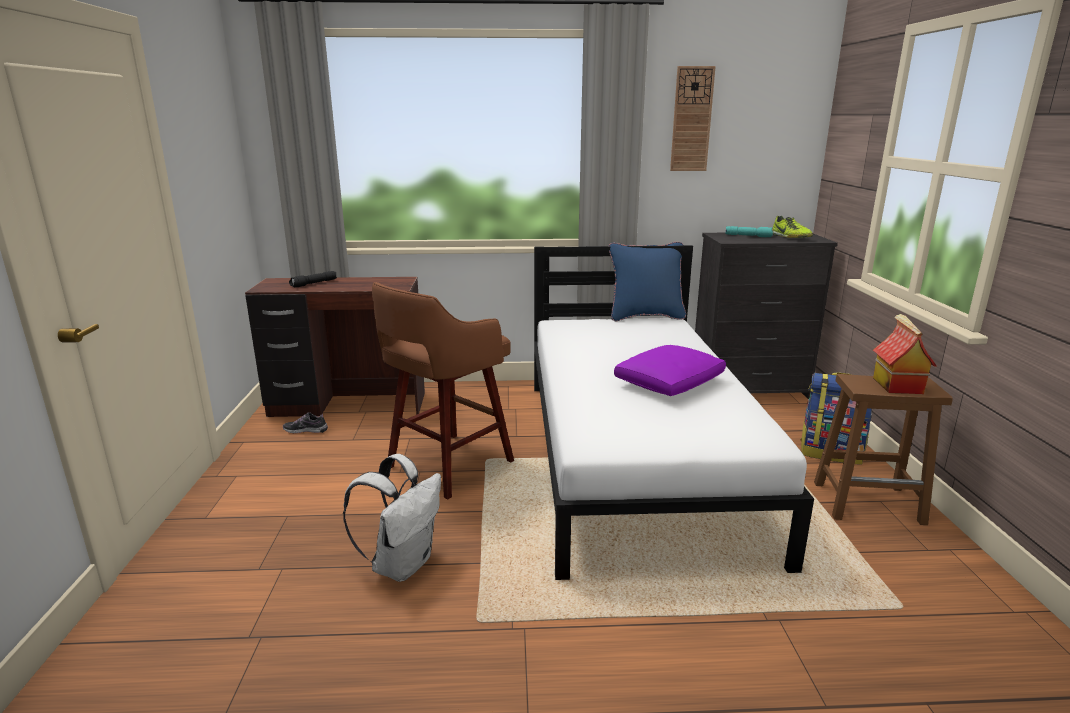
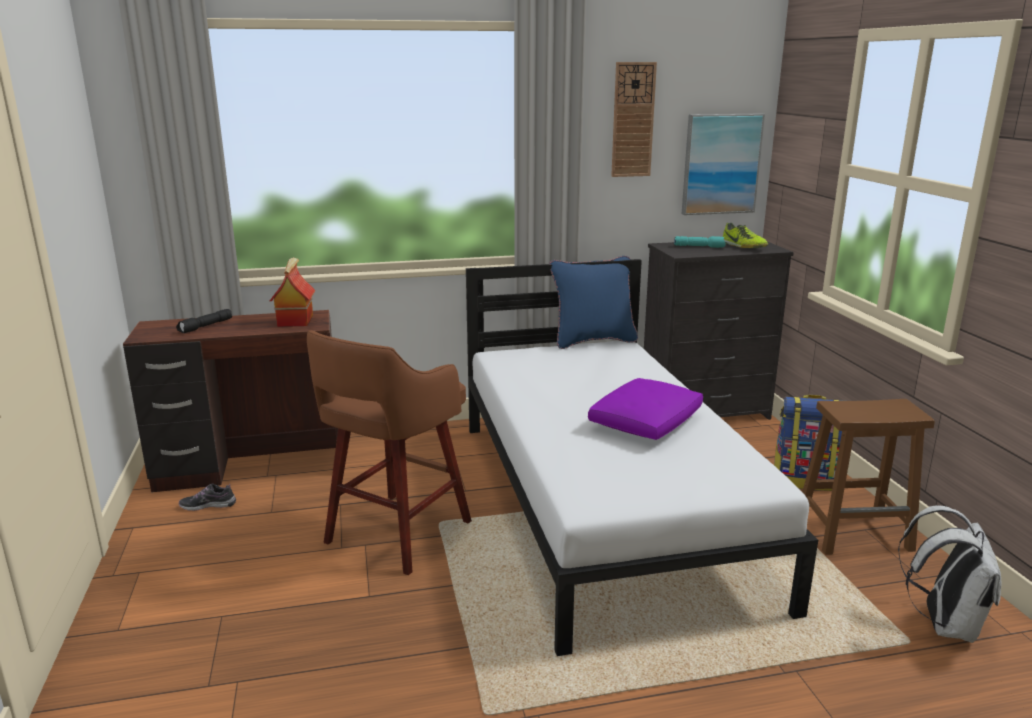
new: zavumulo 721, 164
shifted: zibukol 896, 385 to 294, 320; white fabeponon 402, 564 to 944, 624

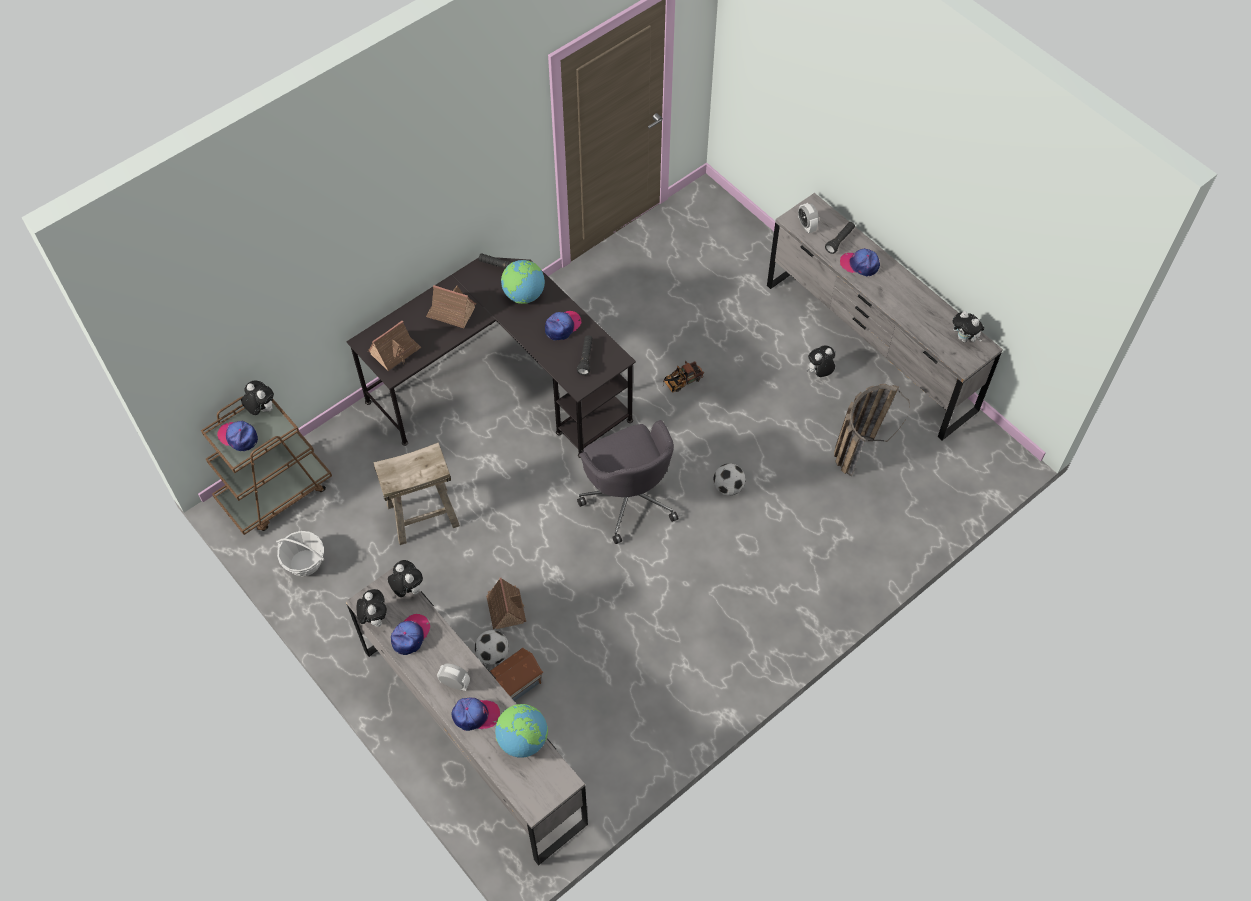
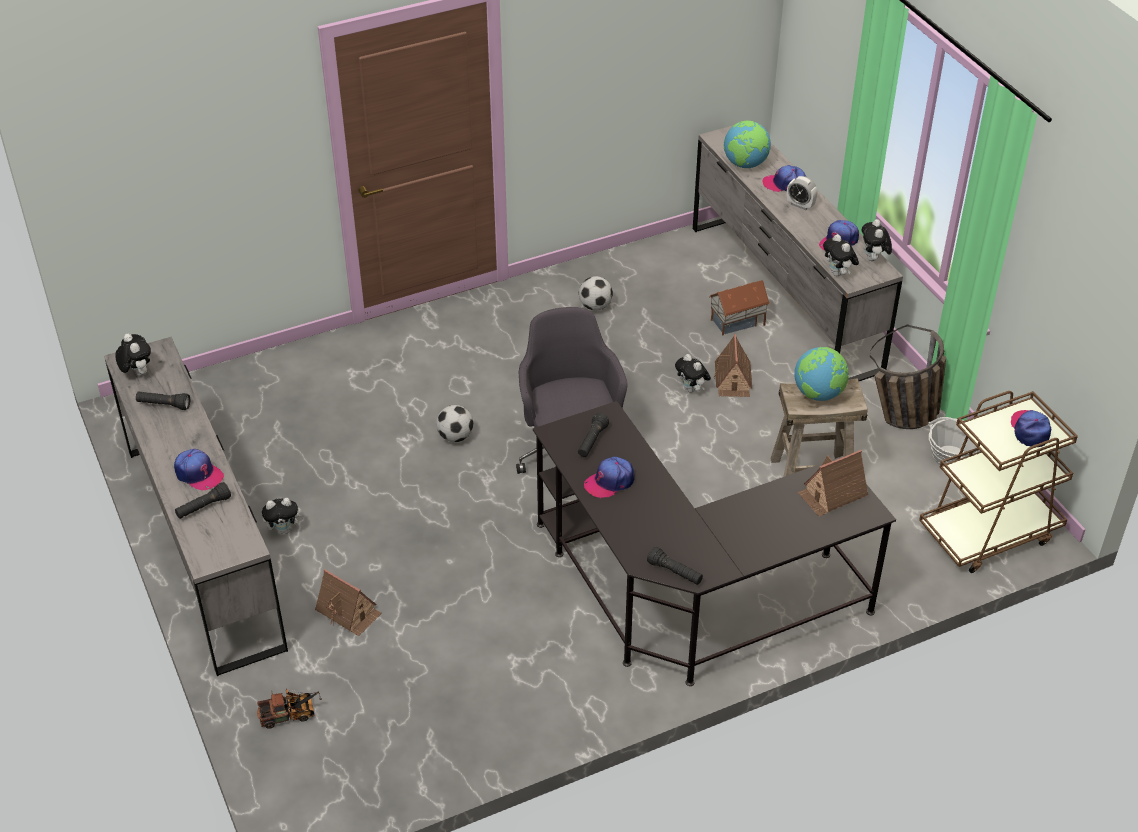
gone: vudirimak 806, 226
new: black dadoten 164, 405
shifted: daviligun 523, 295 to 819, 394; zibukol 451, 312 to 349, 612; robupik 681, 382 to 291, 714; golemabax 261, 409 to 692, 389; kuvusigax 860, 446 to 904, 420; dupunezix 493, 654 to 595, 306
rotated: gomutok 238, 437 = 1030, 430 135 degrees counterclockwise

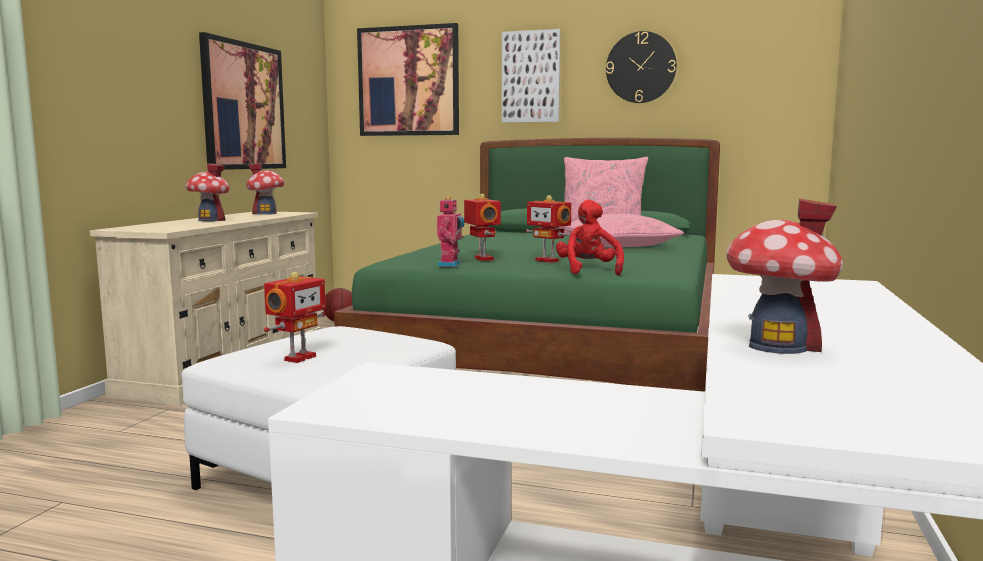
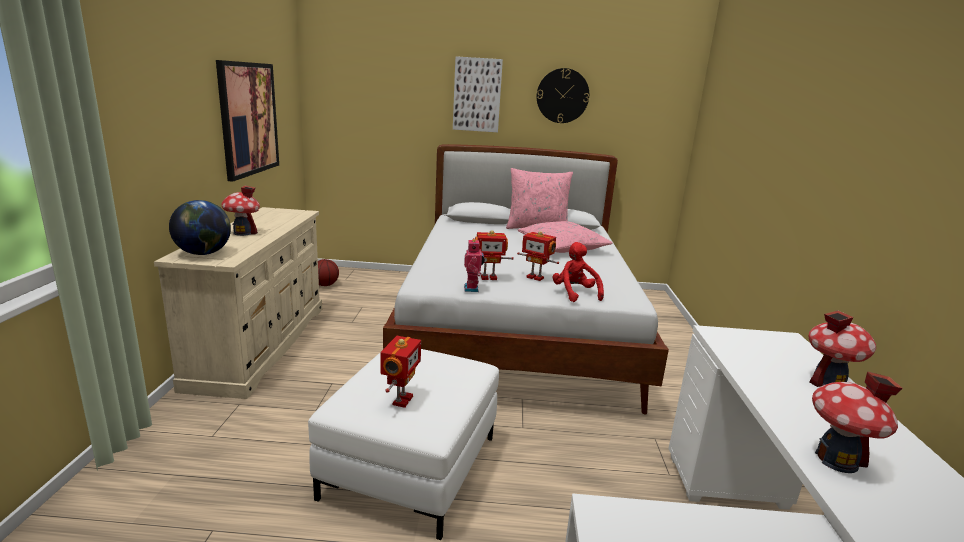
gone: zavumulo 408, 81
new: daviligun 204, 253
shifted: zibukol 266, 213 to 828, 382
repainted: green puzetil 562, 365 to white puzetil 517, 330
rotated: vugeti 482, 259 = 488, 277 120 degrees clockwise

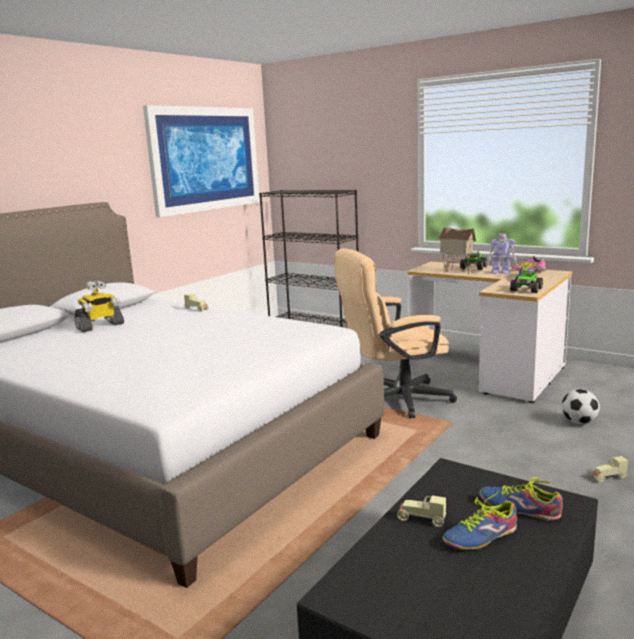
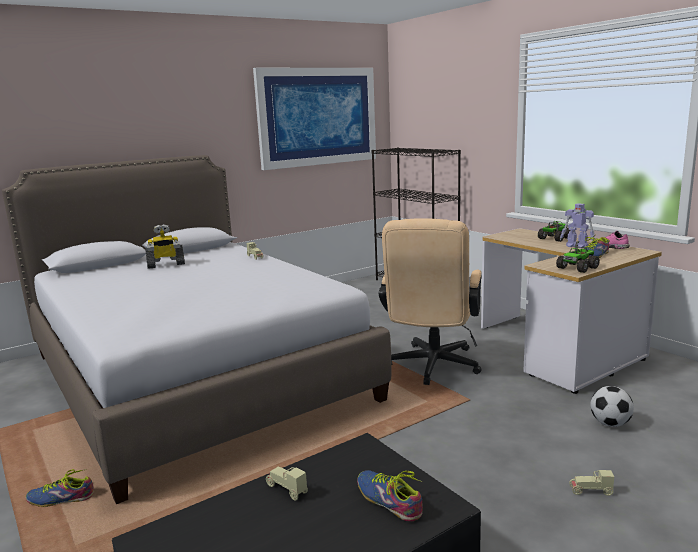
gone: zibukol 456, 272
shifted: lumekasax 481, 536 to 61, 499
rotated: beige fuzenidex 394, 400 = 432, 368 75 degrees counterclockwise

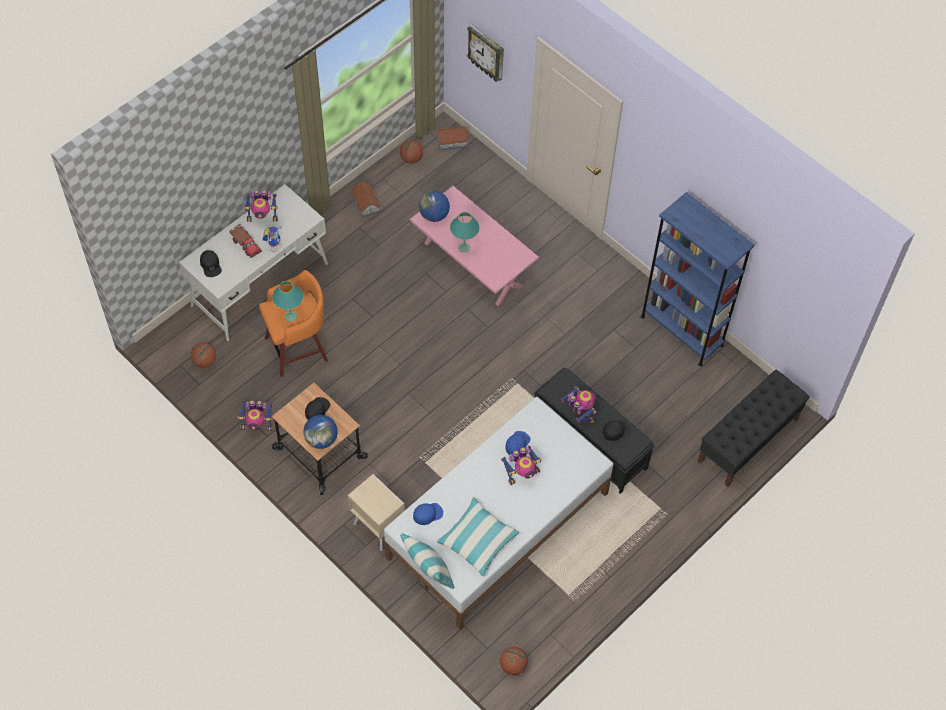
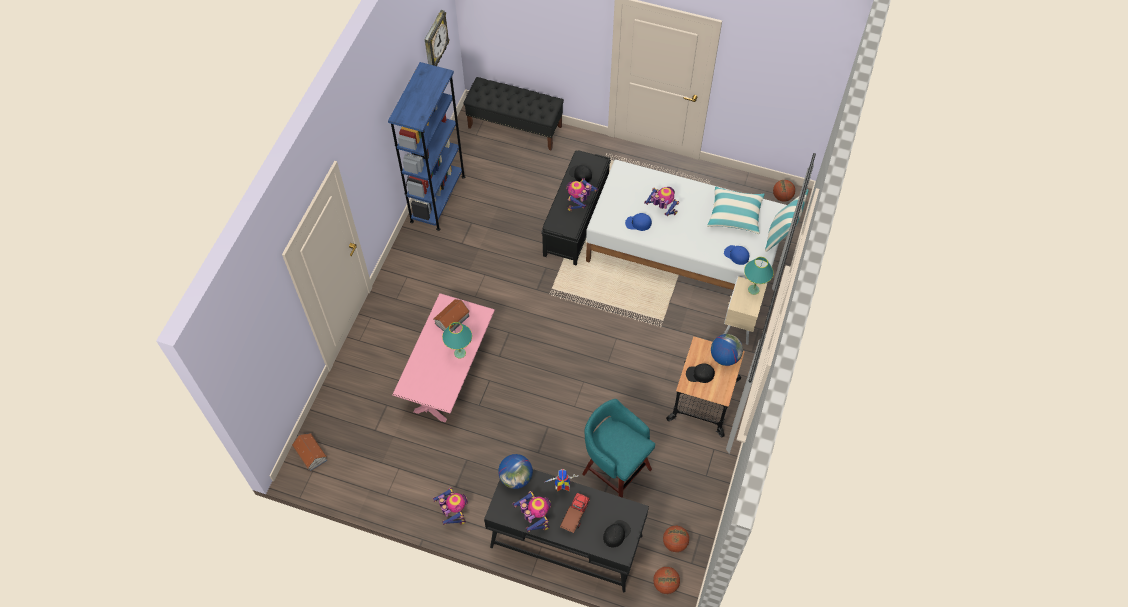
shifted: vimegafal 487, 53 to 434, 41; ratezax 411, 159 to 665, 584; zibukol 366, 203 to 451, 320; daviligun 434, 215 to 516, 477; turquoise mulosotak 290, 316 to 753, 289; vugeti 257, 425 to 453, 512
repainted: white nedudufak 260, 284 to black nedudufak 566, 541; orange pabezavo 298, 348 to turquoise pabezavo 615, 470

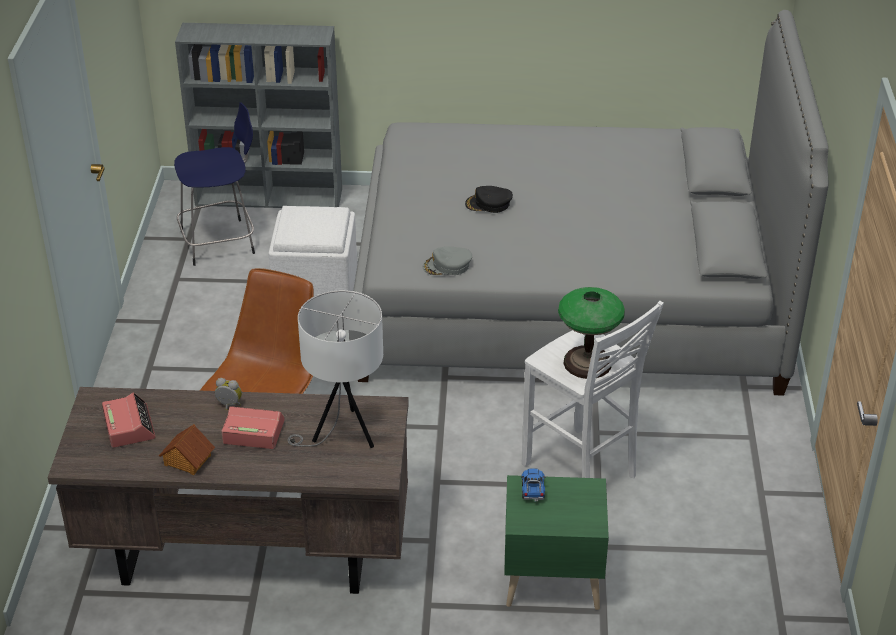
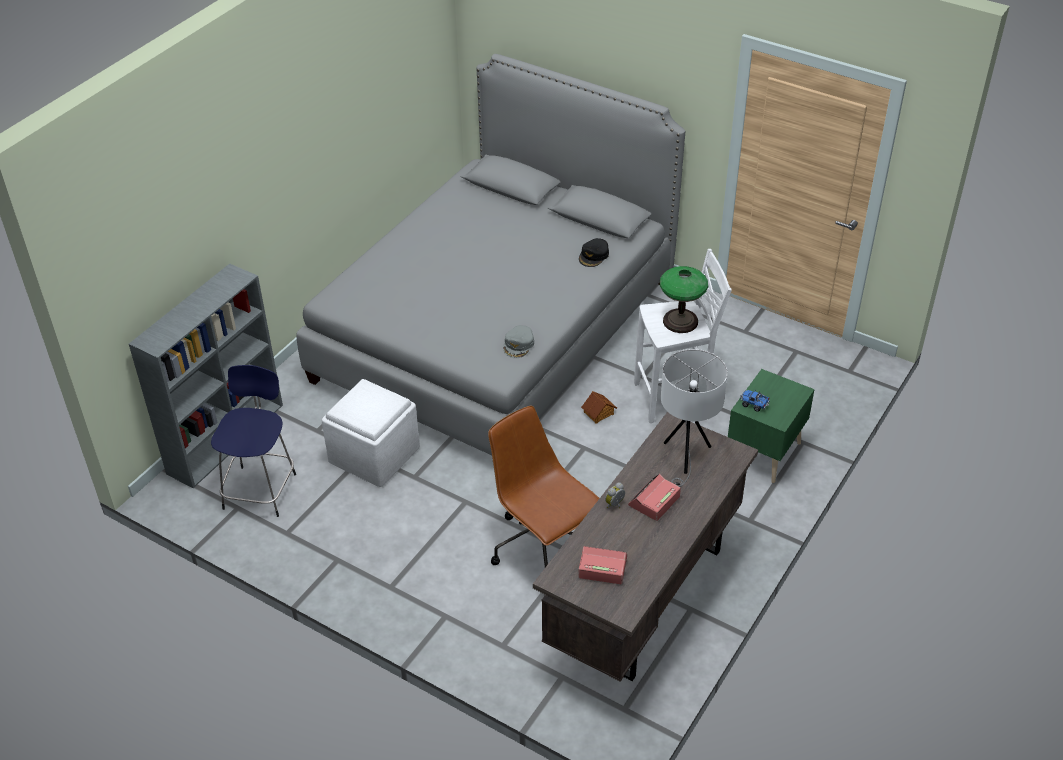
shifted: black gomutok 488, 204 to 594, 256; zibukol 187, 460 to 599, 413

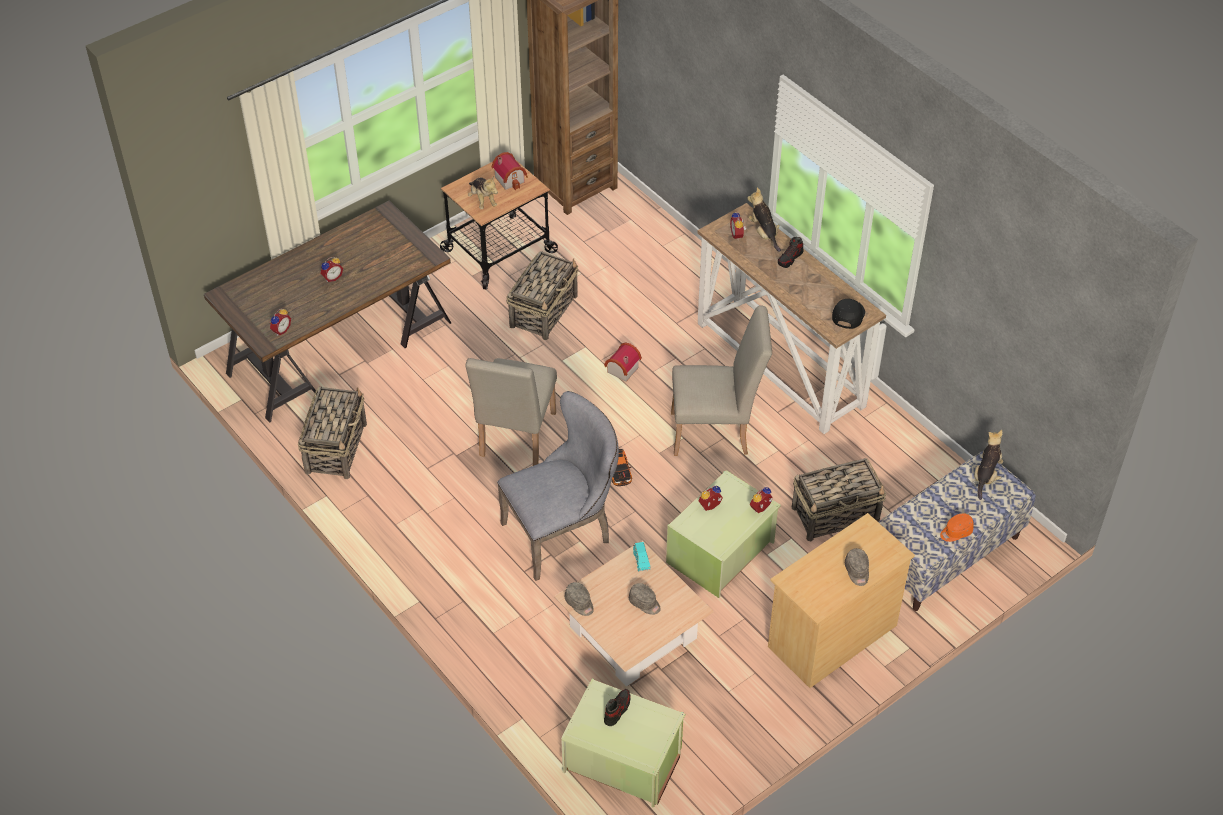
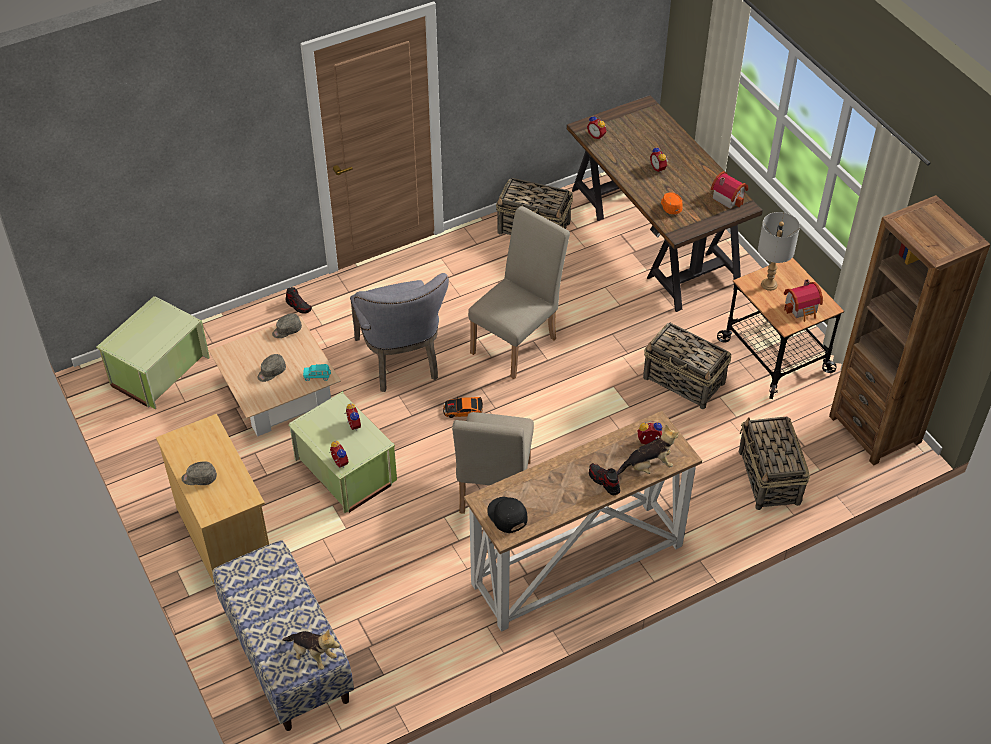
shifted: zibukol 620, 369 to 728, 197; kuvusigax 836, 514 to 769, 478; orange gomutok 955, 532 to 670, 206; lumekasax 617, 710 to 298, 306
swapped: golemabax 482, 200 to grey mulosotak 769, 284
rotated: black gomutok 847, 314 = 506, 515 150 degrees counterclockwise; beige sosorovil 515, 439 = 518, 342 105 degrees clockwise

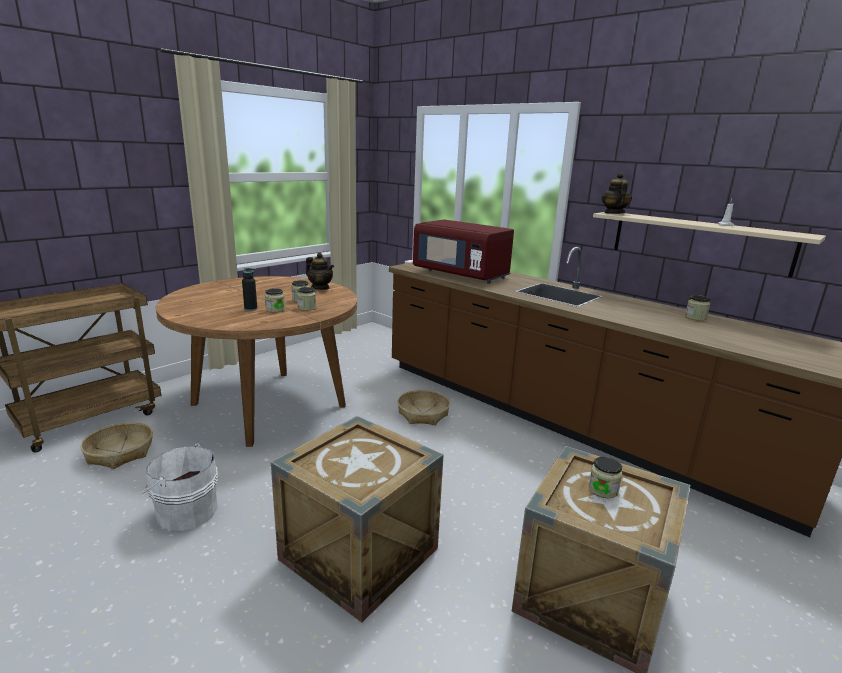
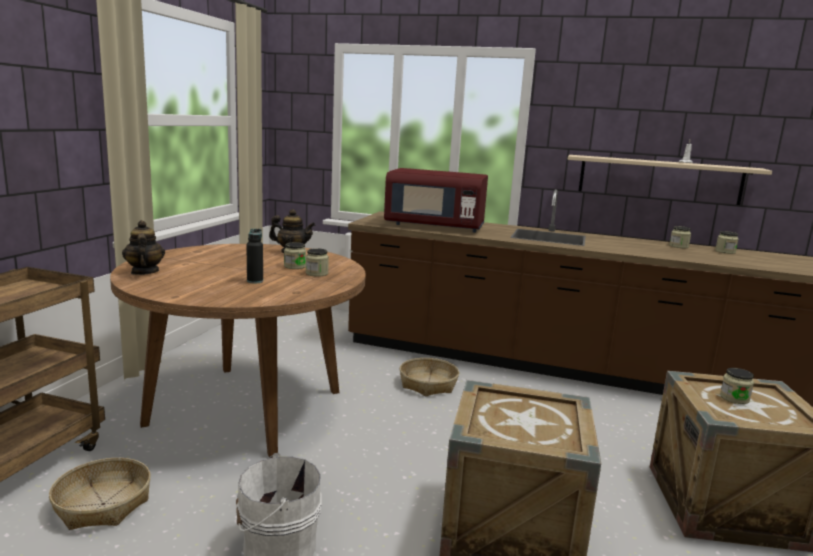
shifted: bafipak 613, 213 to 144, 272; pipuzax 275, 309 to 725, 252

